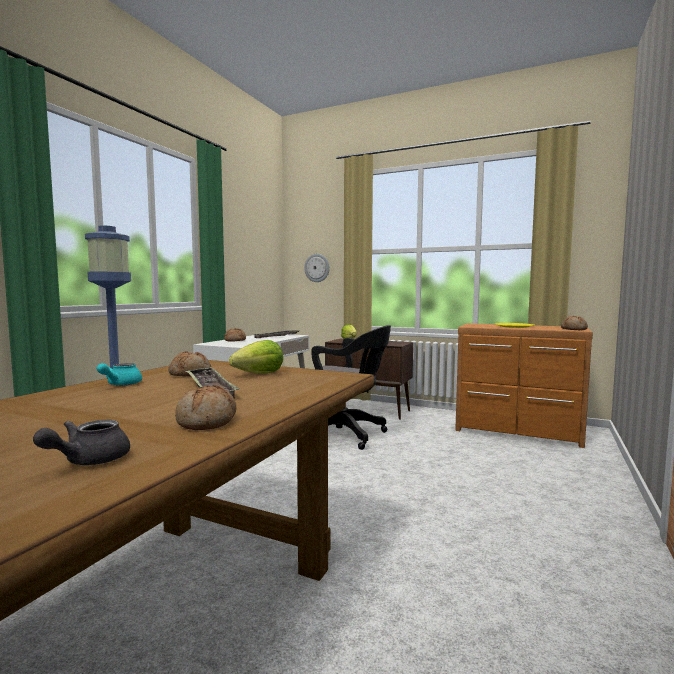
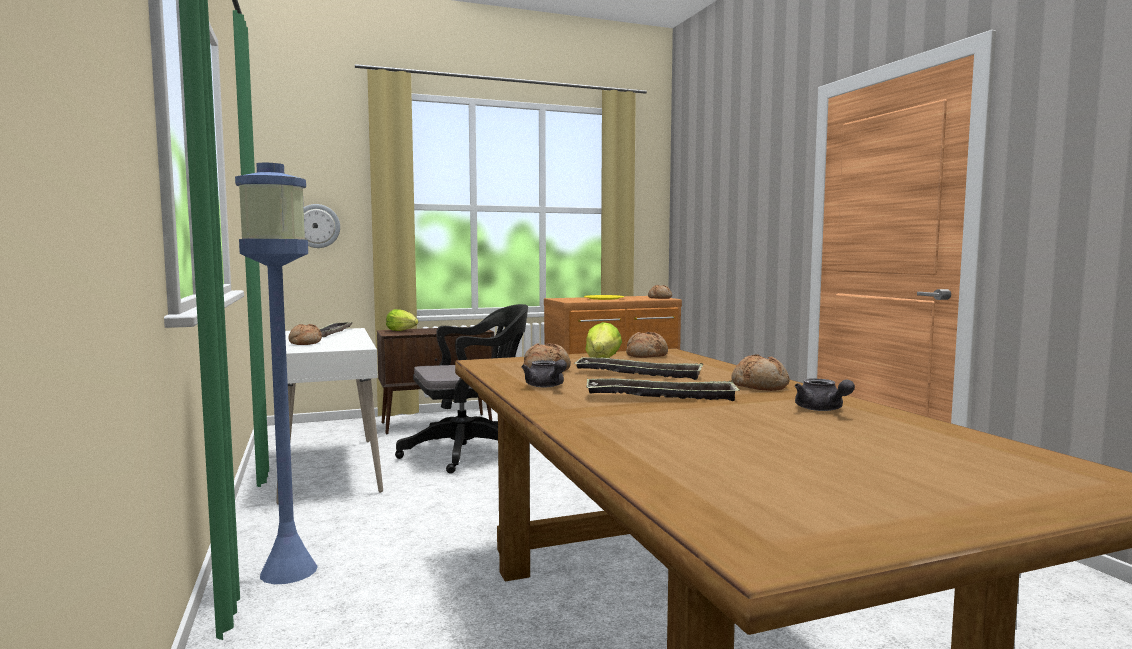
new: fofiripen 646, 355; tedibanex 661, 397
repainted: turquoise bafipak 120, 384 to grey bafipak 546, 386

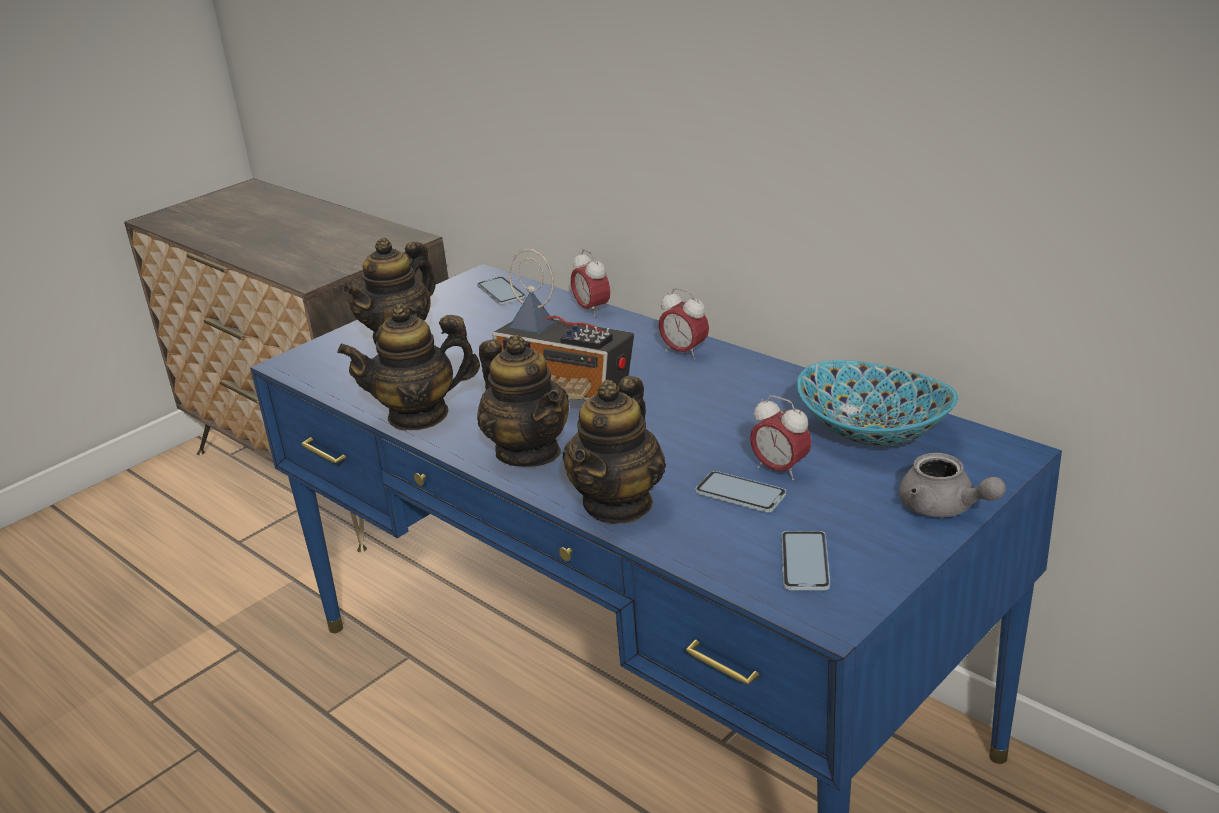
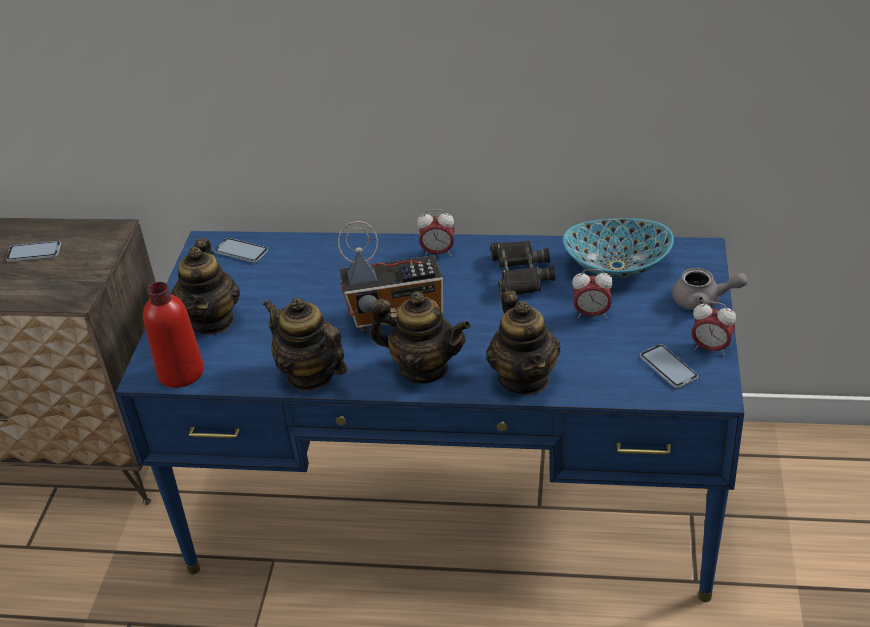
new: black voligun 520, 274; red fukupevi 181, 373
shifted: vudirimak 592, 310 to 711, 348; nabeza 740, 494 to 34, 252
rotated: bafipak 419, 415 = 310, 375 90 degrees clockwise

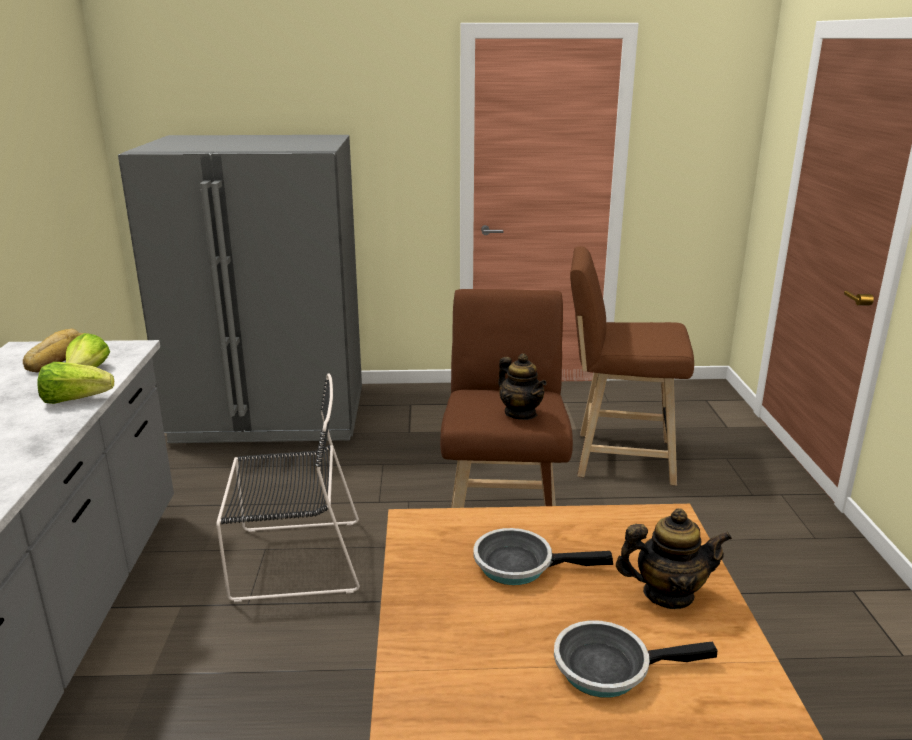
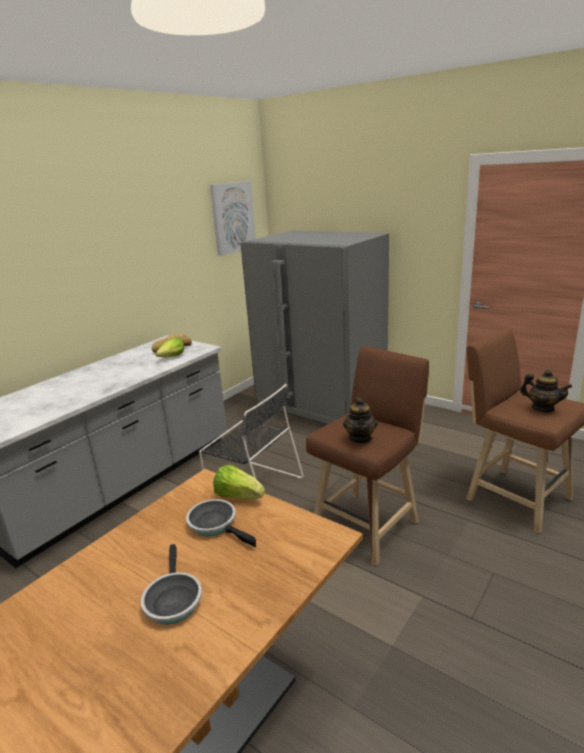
new: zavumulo 233, 217
shifted: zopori 75, 400 to 238, 496; bafipak 668, 594 to 542, 408
rotated: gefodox 609, 667 = 172, 600 135 degrees counterclockwise

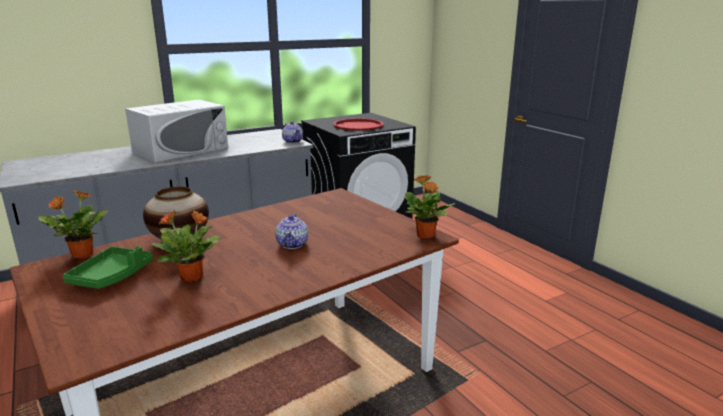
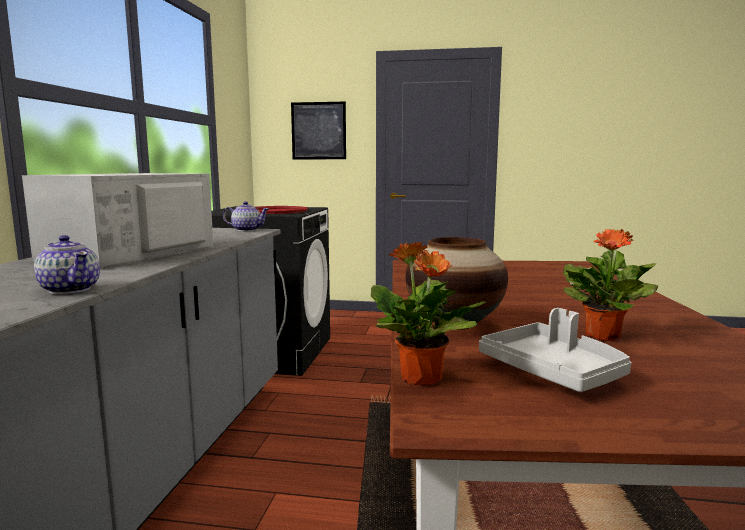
gone: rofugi 425, 235
new: zavumulo 318, 131
shifted: bafipak 293, 244 to 70, 289
repainted: green tedibanex 112, 276 to grey tedibanex 554, 371
rotated: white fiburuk 181, 150 = 129, 253 150 degrees counterclockwise

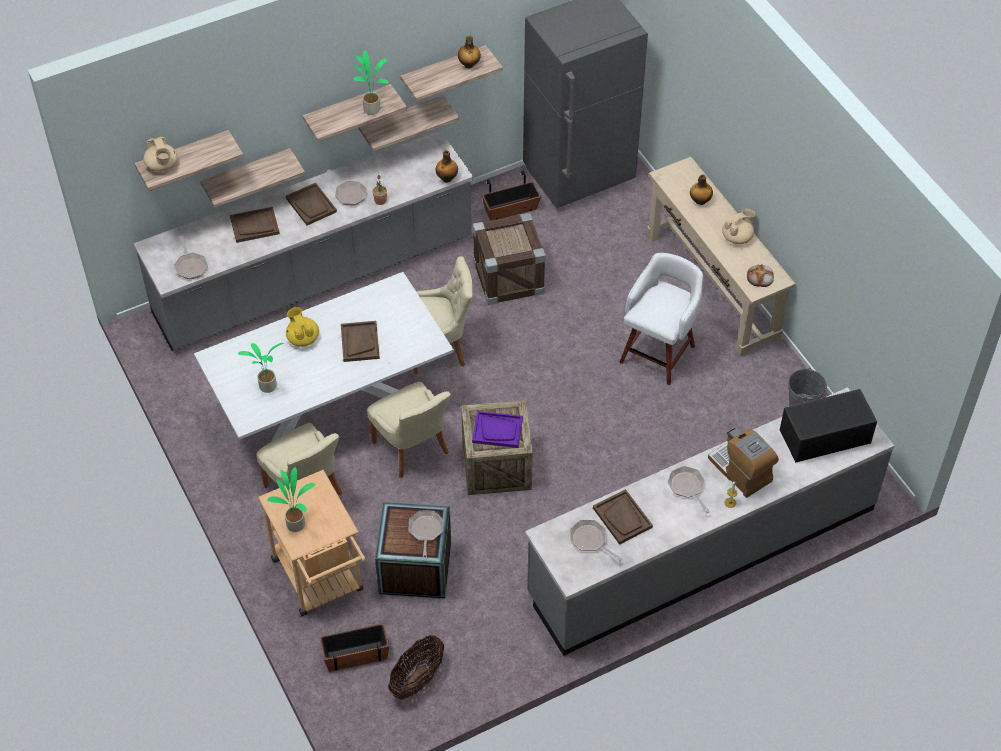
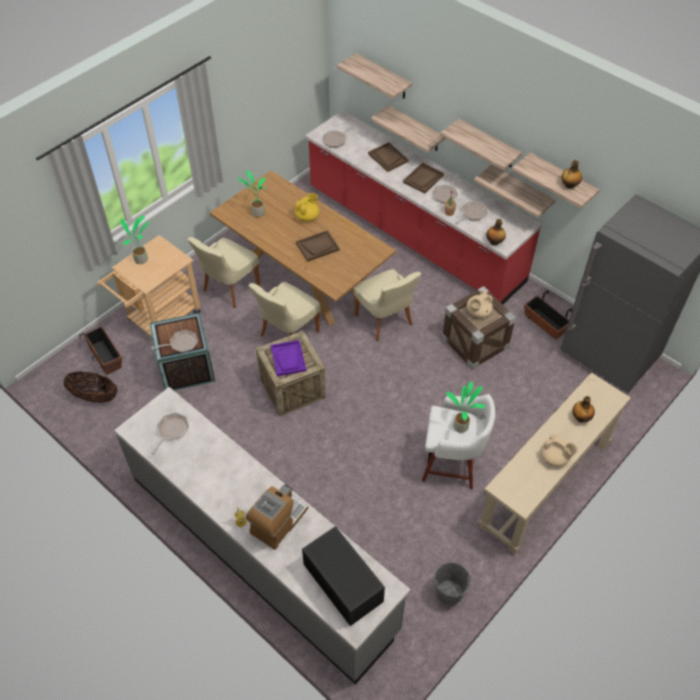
gone: fofiripen 760, 277; brown tedibanex 622, 518
shifted: rofugi 372, 108 to 461, 426; beige bafipak 162, 166 to 478, 312; gefodox 687, 487 to 472, 214
repainted: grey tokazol 314, 278 to red tokazol 413, 235; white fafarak 330, 408 to brown fafarak 304, 279

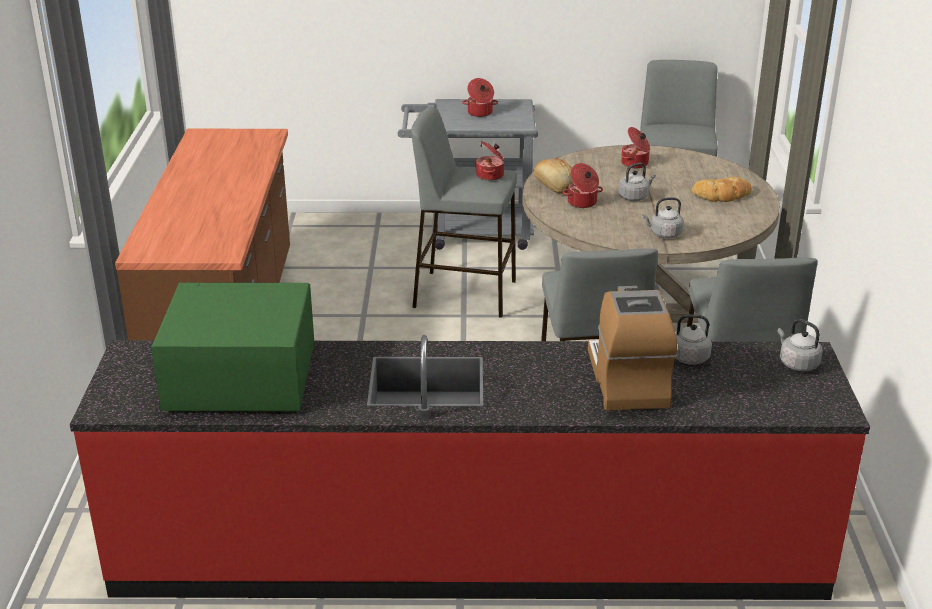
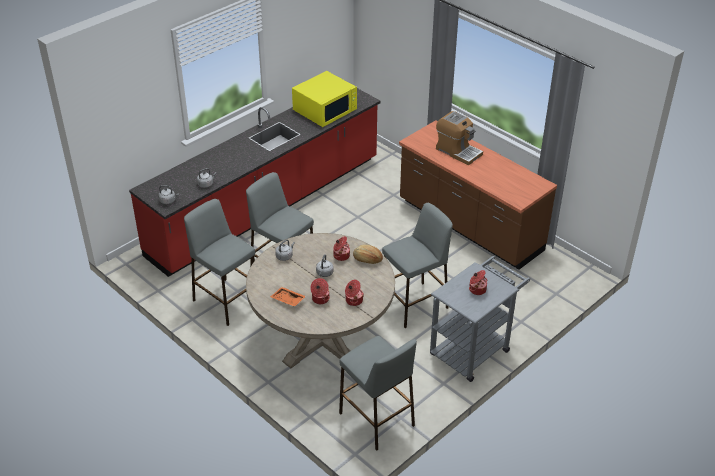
shifted: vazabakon 491, 175 to 320, 299; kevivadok 628, 380 to 458, 151
swapped: fofiripen 722, 195 to orange tedibanex 287, 300
repainted: green fiburuk 239, 378 to yellow fiburuk 325, 110

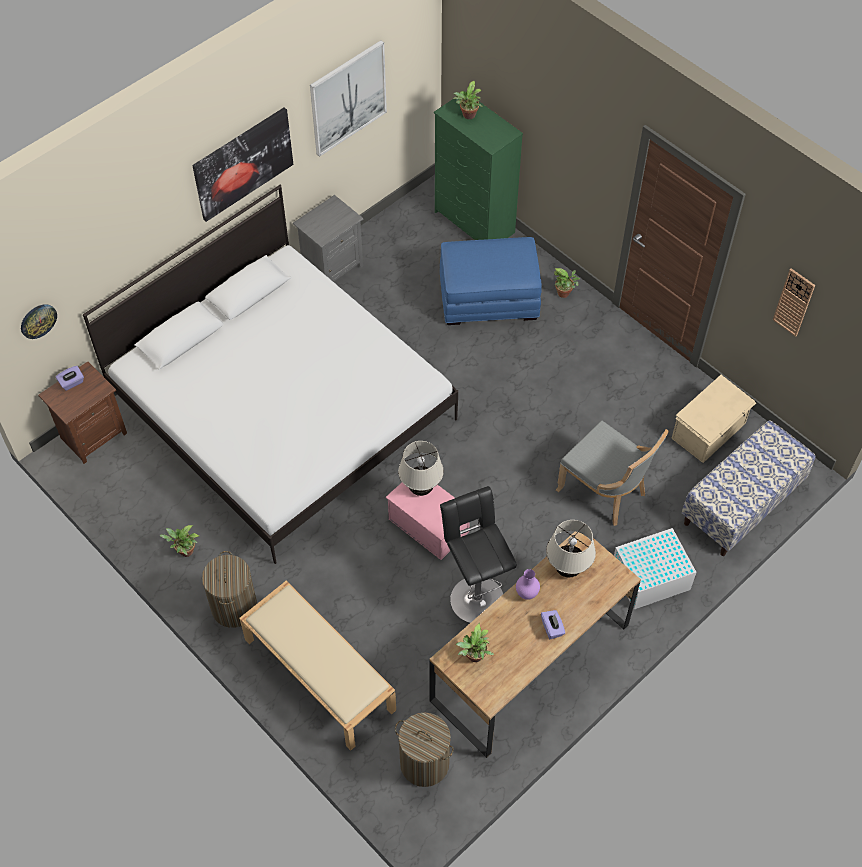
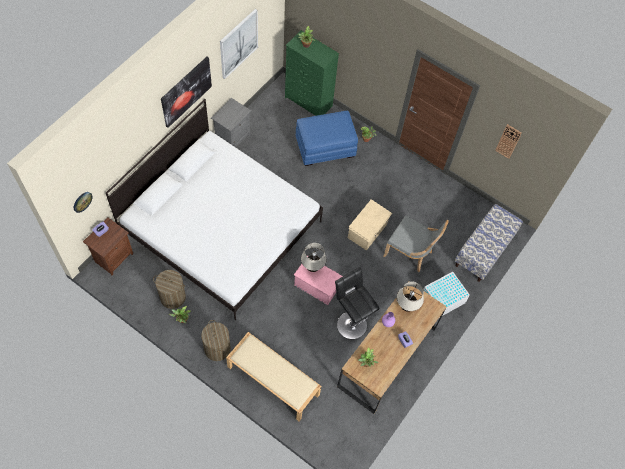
shifted: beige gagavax 709, 431 to 368, 231; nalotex 424, 763 to 173, 297

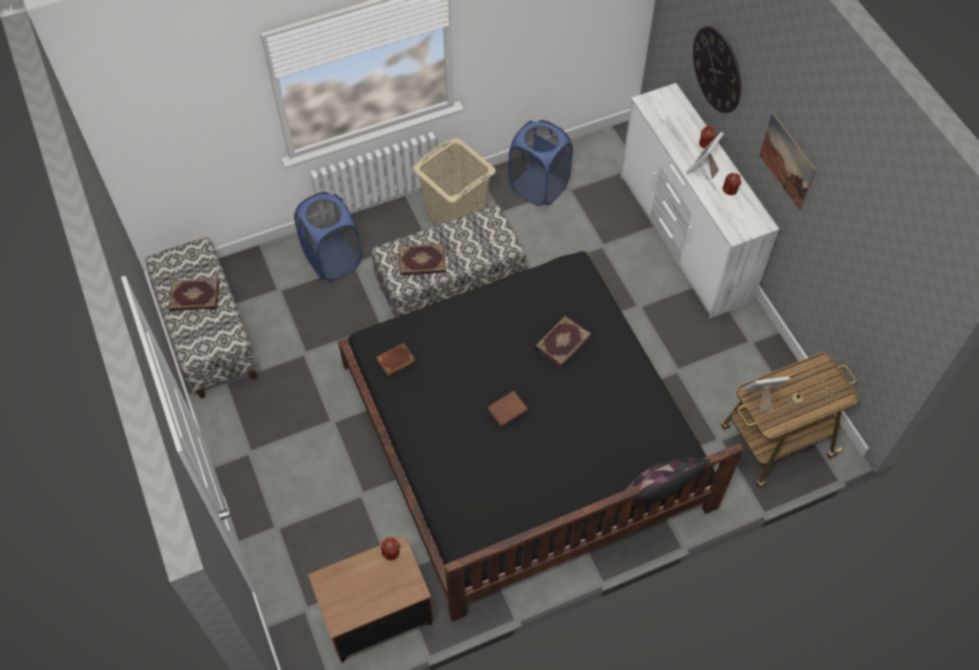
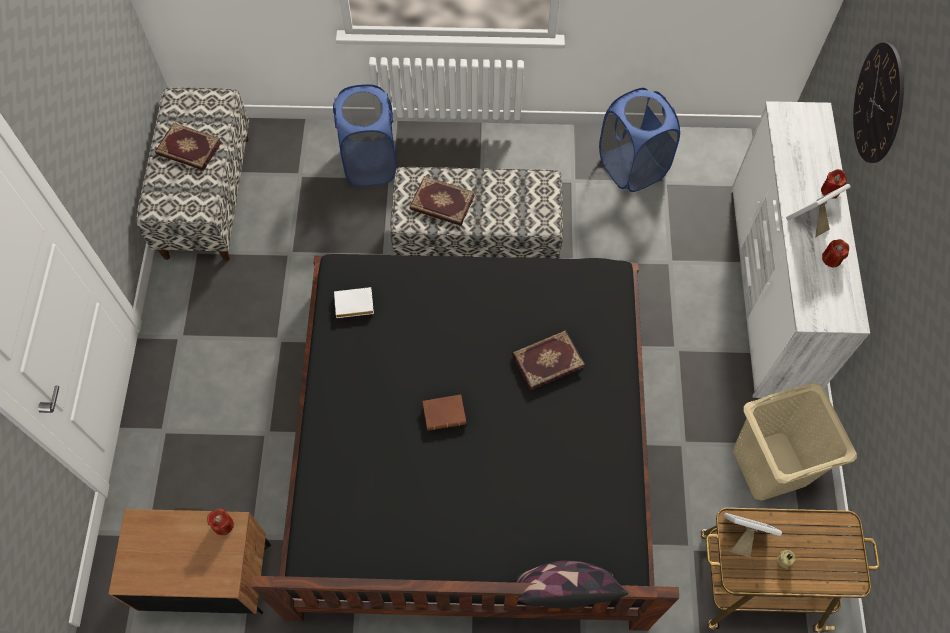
gone: zavumulo 787, 161
shifted: beige nalotex 456, 216 to 769, 466
repainted: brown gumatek 395, 362 to white gumatek 353, 305

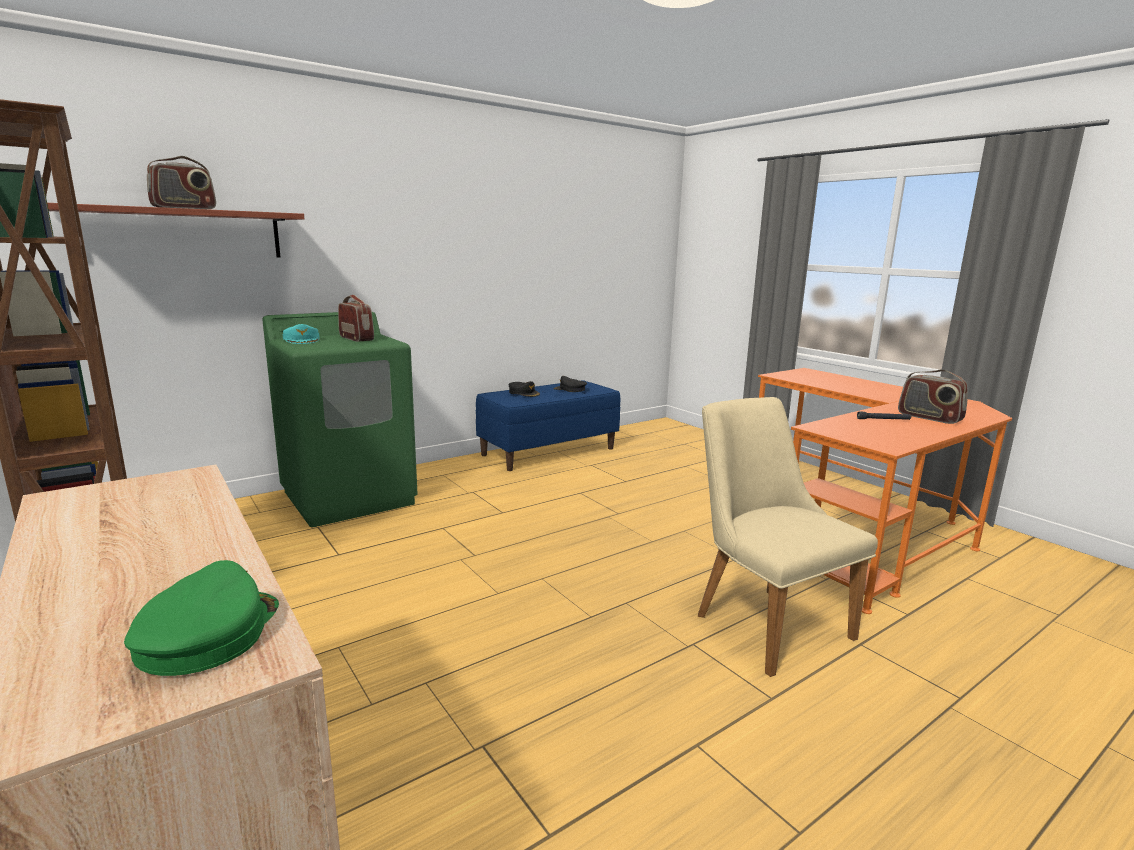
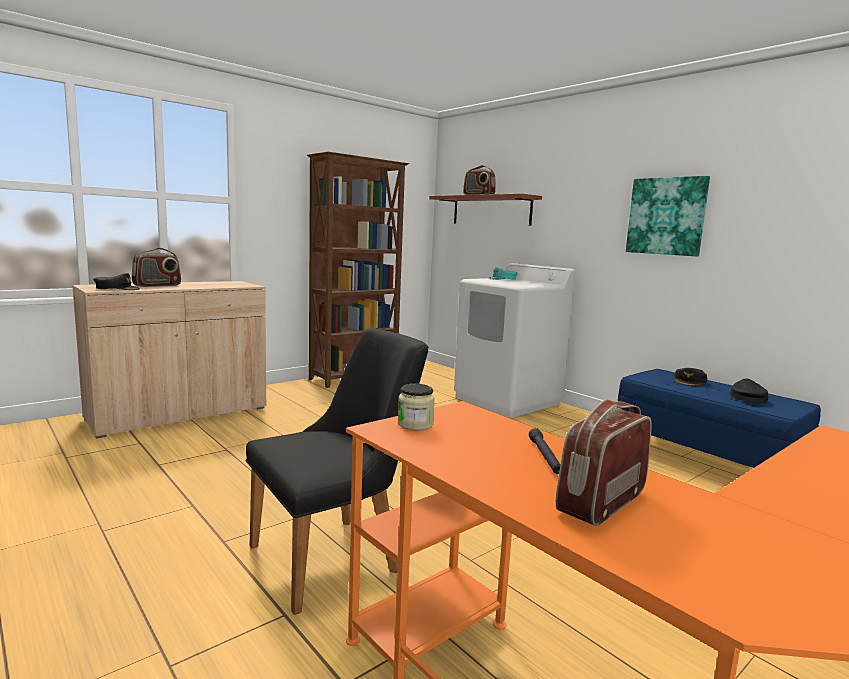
new: zavumulo 666, 216; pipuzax 415, 424
shifted: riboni 357, 338 to 157, 285
repainted: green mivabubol 349, 497 to white mivabubol 508, 400; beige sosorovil 761, 619 to black sosorovil 337, 555; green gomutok 207, 633 to black gomutok 117, 288

